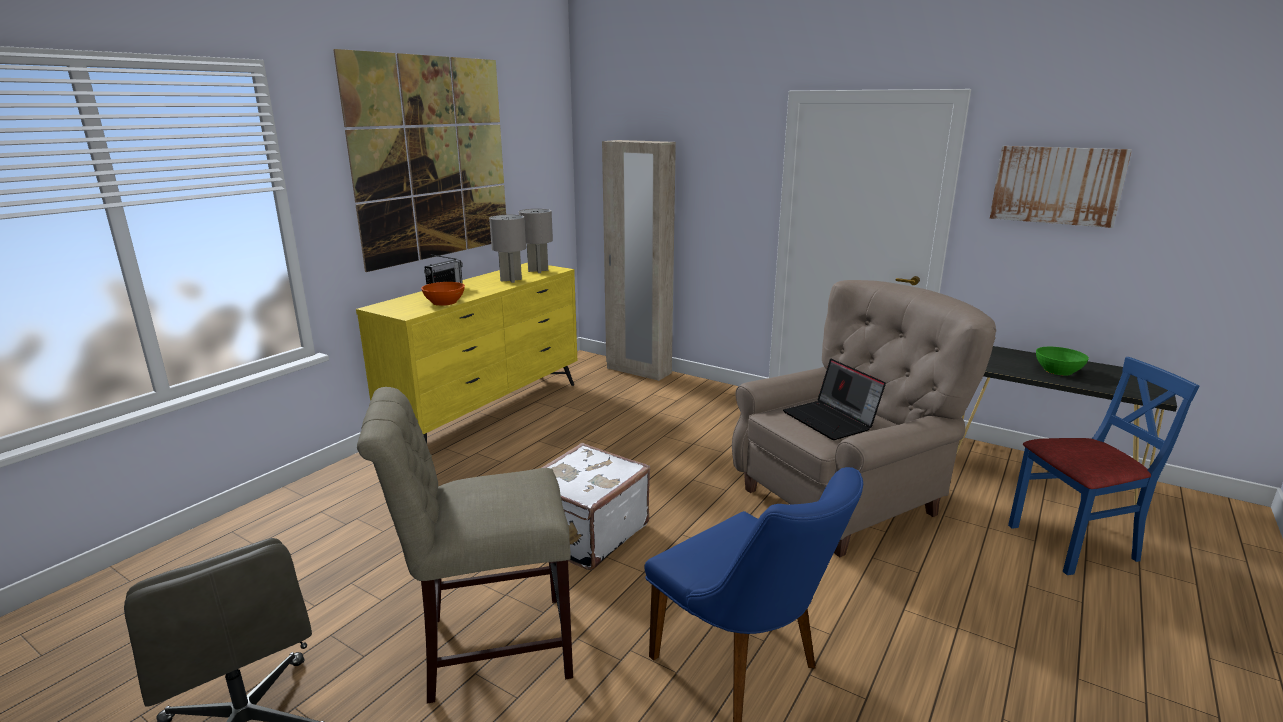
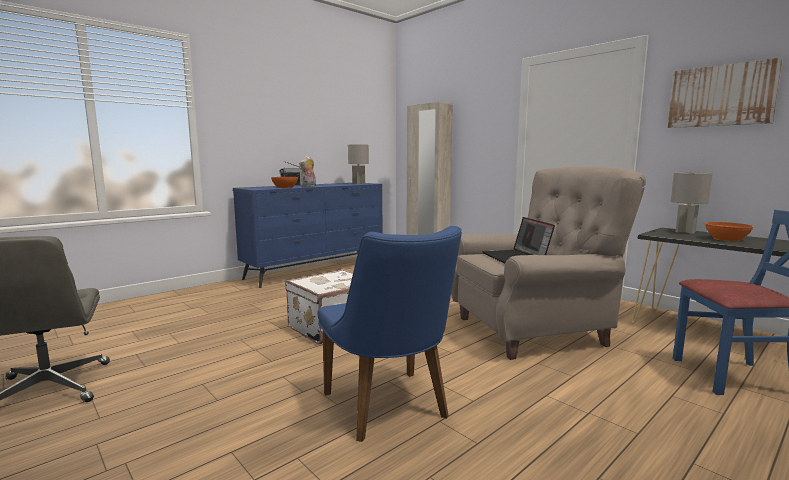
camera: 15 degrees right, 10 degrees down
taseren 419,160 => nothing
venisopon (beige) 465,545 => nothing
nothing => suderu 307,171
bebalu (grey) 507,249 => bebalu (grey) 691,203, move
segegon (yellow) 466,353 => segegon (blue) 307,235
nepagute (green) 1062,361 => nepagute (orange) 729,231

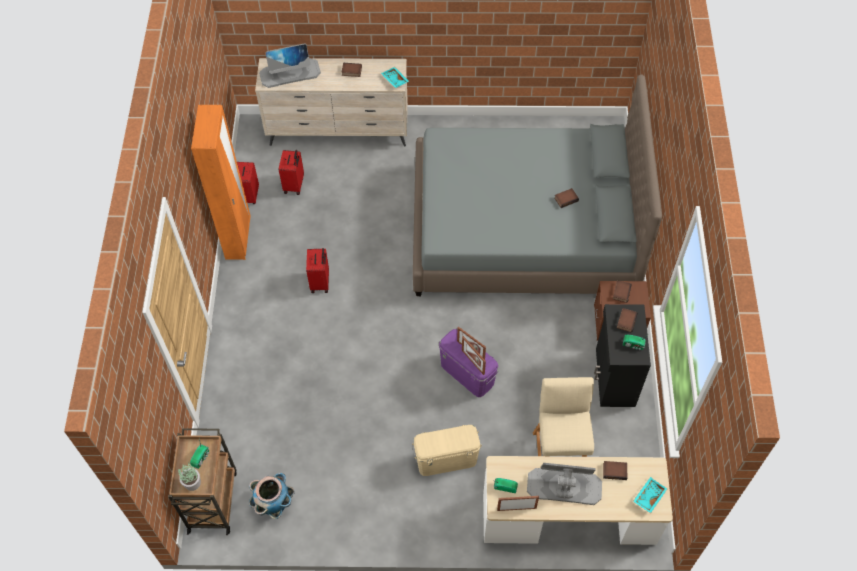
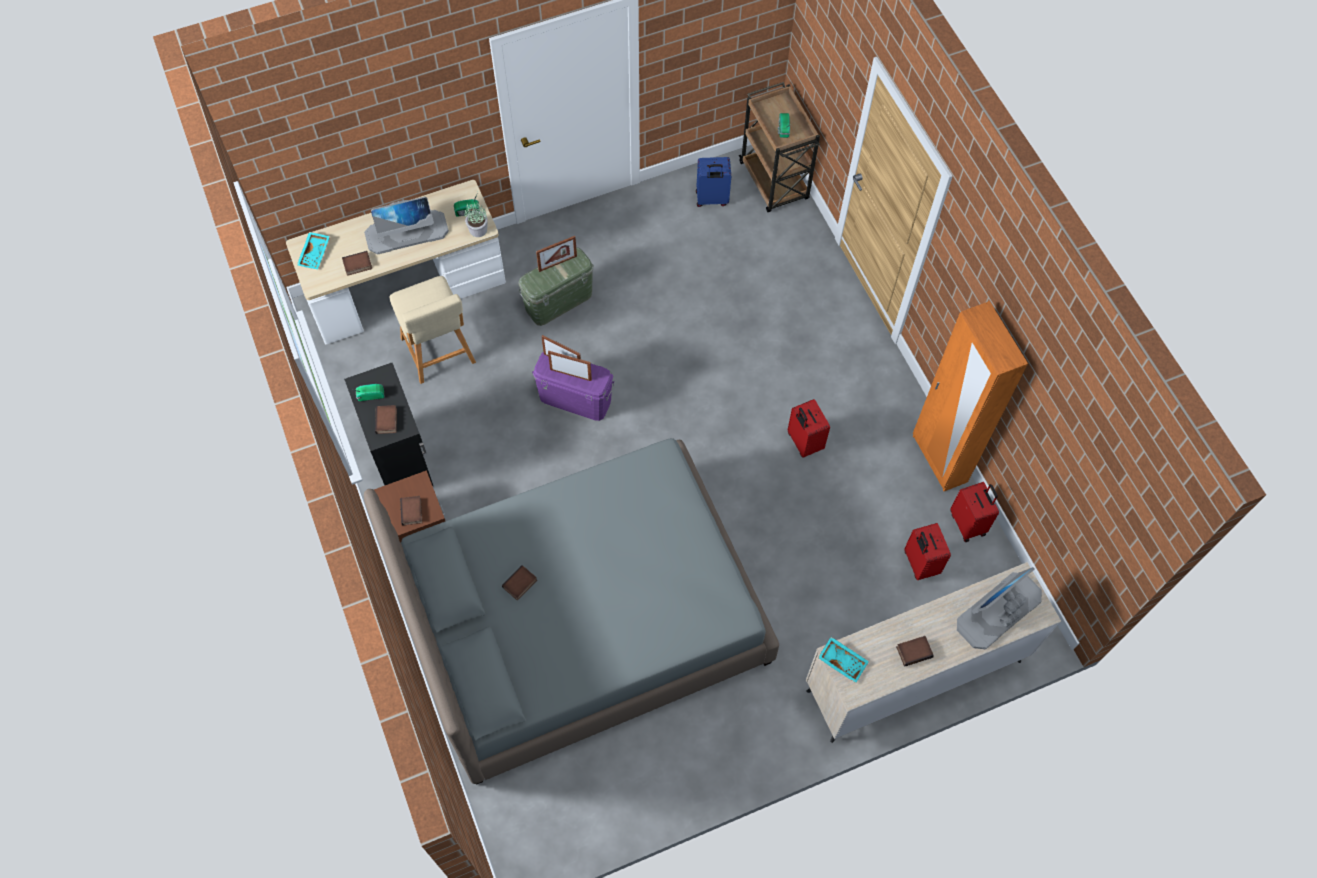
camera: 155 degrees right, 5 degrees up
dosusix 189,477 => dosusix 476,219, move
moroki 518,503 => moroki 556,254, move
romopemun 271,496 => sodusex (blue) 713,182
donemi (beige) 447,450 => donemi (green) 556,286

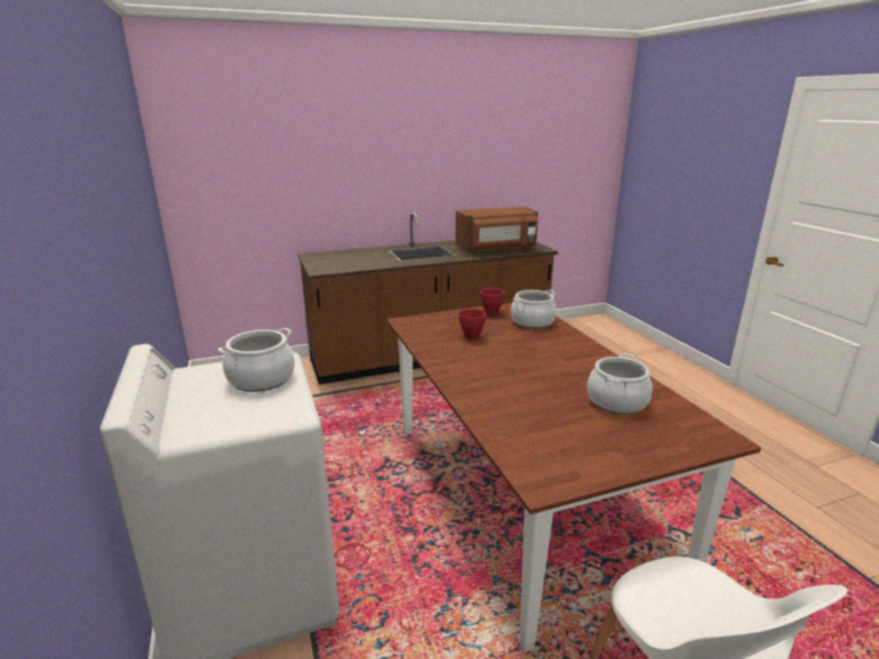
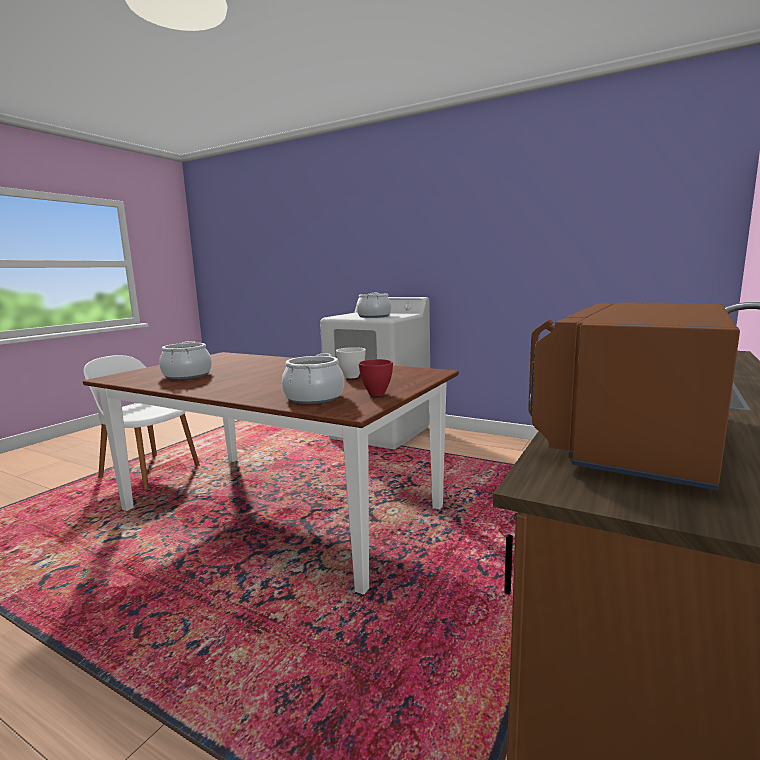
camera: 140 degrees right, 10 degrees down
nepagute (red) 472,324 => nepagute (white) 351,362

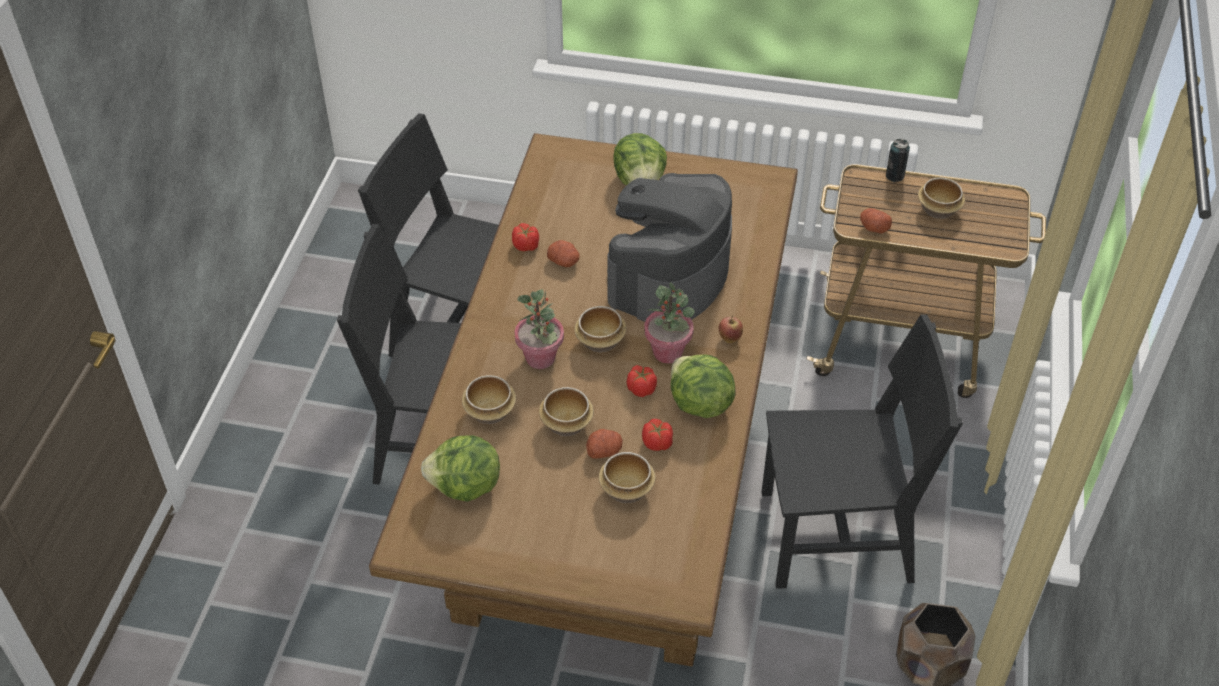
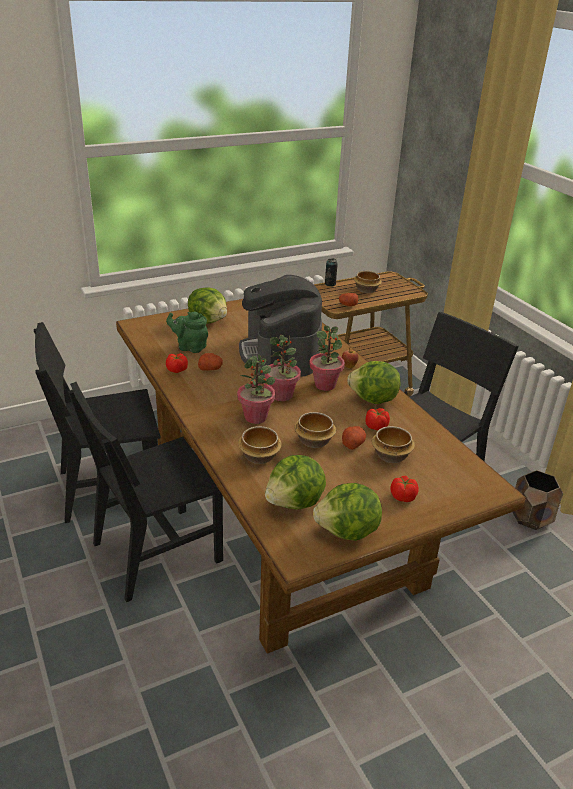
camera: 40 degrees left, 15 degrees down
nothing => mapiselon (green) 187,332
nothing => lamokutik 347,512
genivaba 642,381 => genivaba 404,489, move
nepagute 600,329 => dosusix 283,368

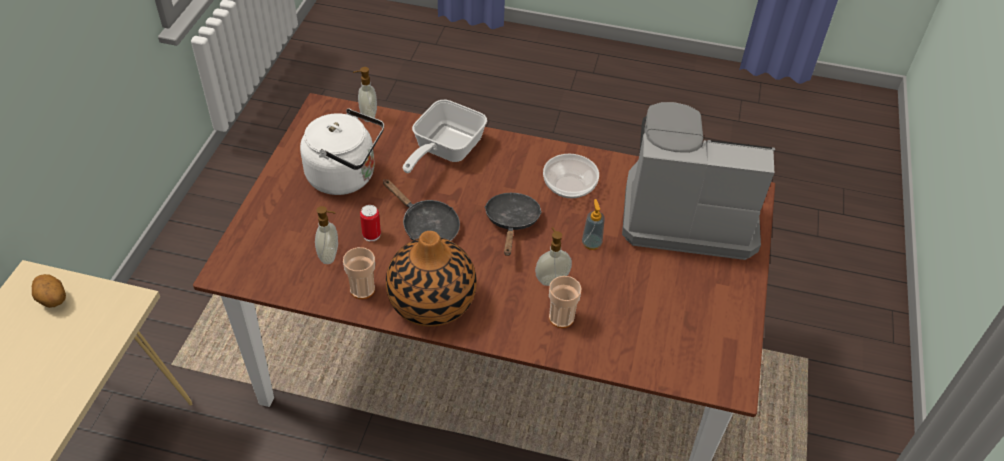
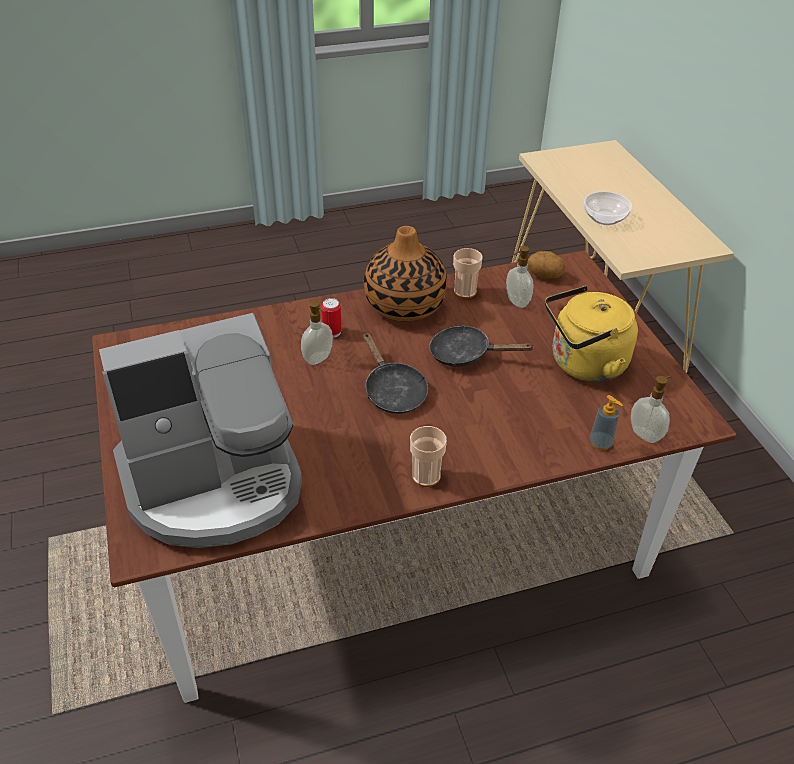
camera: 150 degrees right, 5 degrees down
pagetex 445,136 => nothing
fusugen 49,291 => fusugen 546,265, move
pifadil 370,223 => pifadil 331,318, move
nepagute 571,176 => nepagute 608,208, move
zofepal 565,302 => zofepal 428,456, move
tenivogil 593,224 => tenivogil 606,422, move
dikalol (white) 342,151 => dikalol (yellow) 591,333

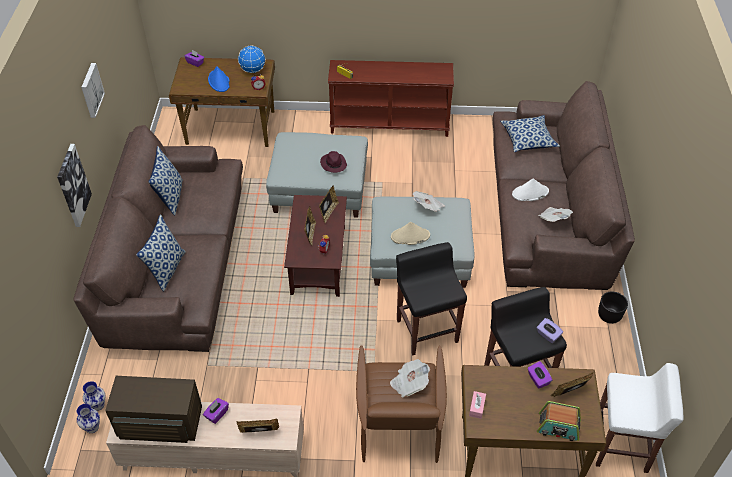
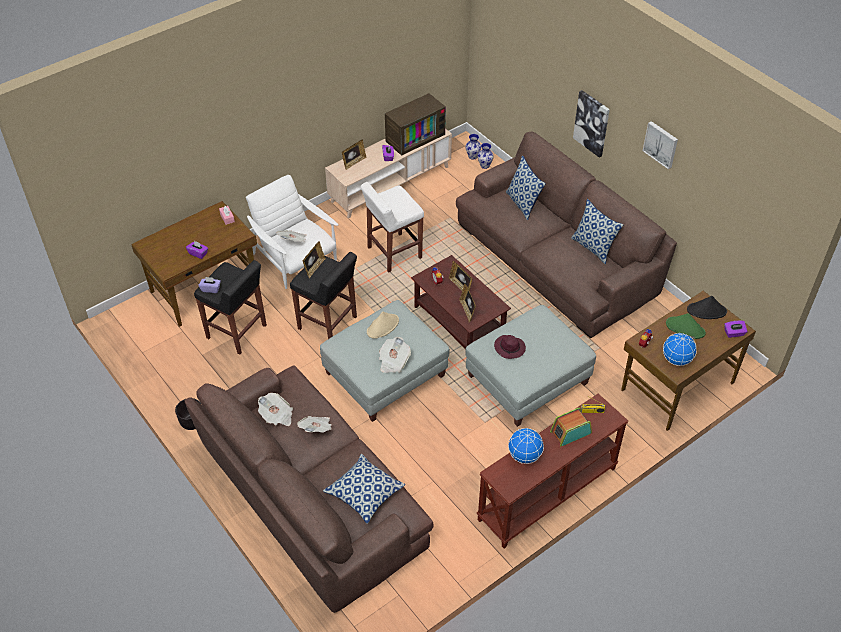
camera: 140 degrees right, 0 degrees up
nothing => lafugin 526,446
nothing => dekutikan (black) 707,307
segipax 559,421 => segipax 571,426, move
moroki 572,384 => moroki 314,259, move
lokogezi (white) 639,418 => lokogezi (white) 392,227, move
dekutikan (white) 530,189 => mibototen 314,424
dekutikan (blue) 219,79 => dekutikan (green) 686,326
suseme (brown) 401,404 => suseme (white) 292,232

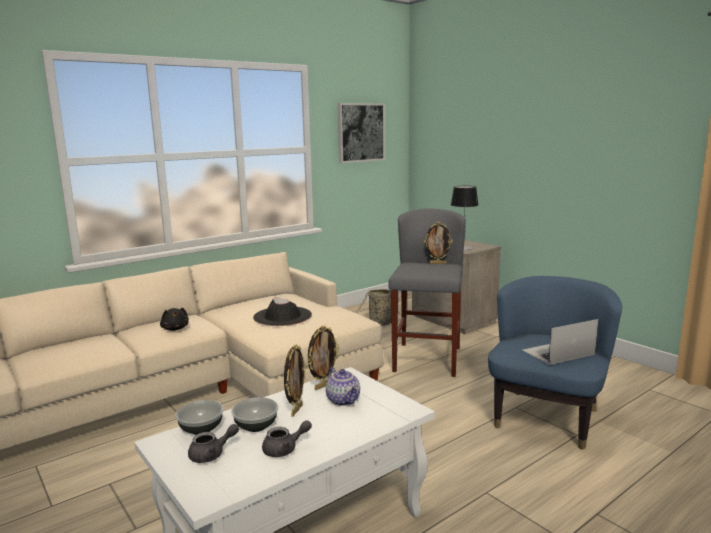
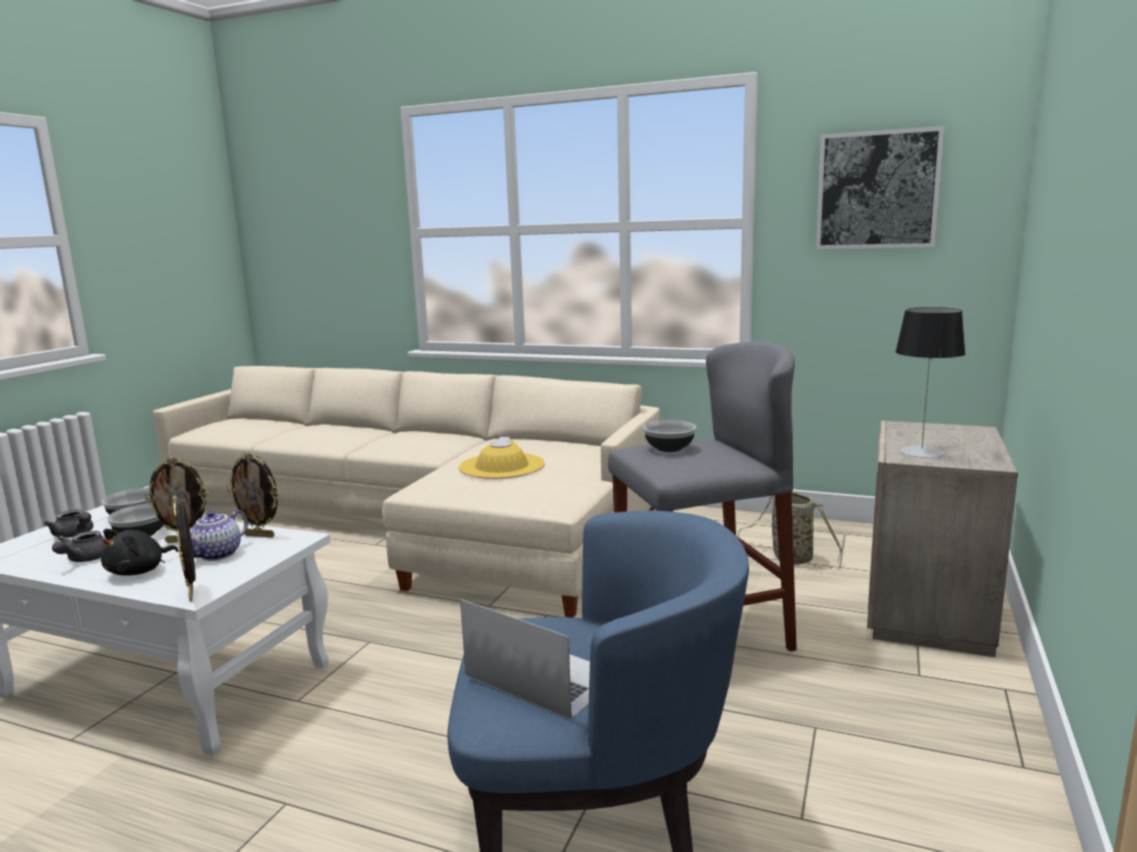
camera: 60 degrees right, 0 degrees up
nothing => nepagute 669,436
suderu (black) 174,319 => suderu (black) 140,552, move
moroki 438,243 => moroki 184,548, move
dekutikan (black) 282,311 => dekutikan (yellow) 502,458
mapiselon (grey) 287,438 => mapiselon (grey) 79,546, 60 degrees clockwise

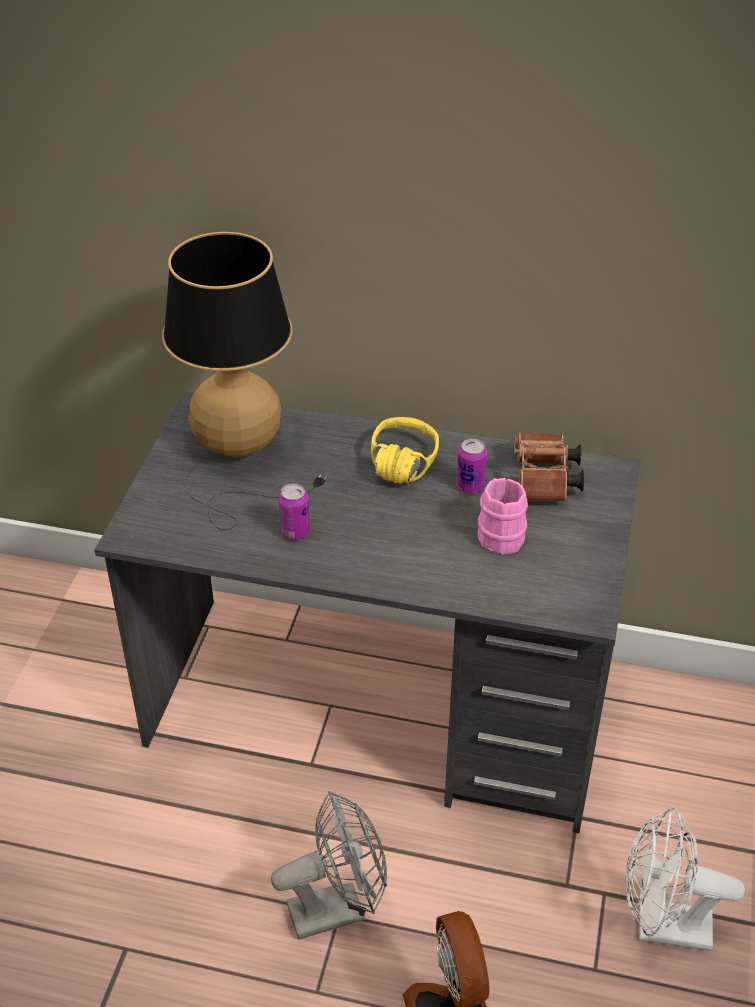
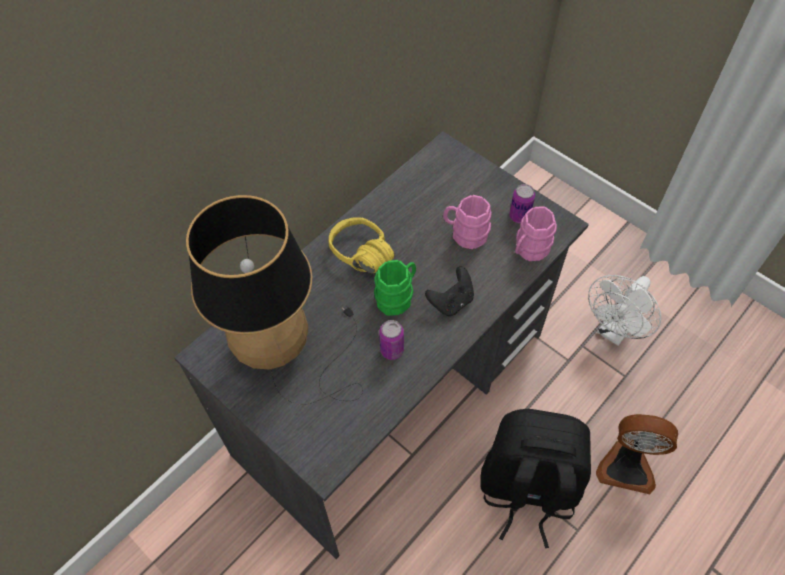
camera: 60 degrees left, 15 degrees up
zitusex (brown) 549,466 => nothing
nothing => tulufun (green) 395,288
nothing => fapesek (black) 449,291
nothing => tulufun (pink) 536,233
pifadil 472,466 => pifadil 522,204, move
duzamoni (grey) 329,865 => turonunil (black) 535,478

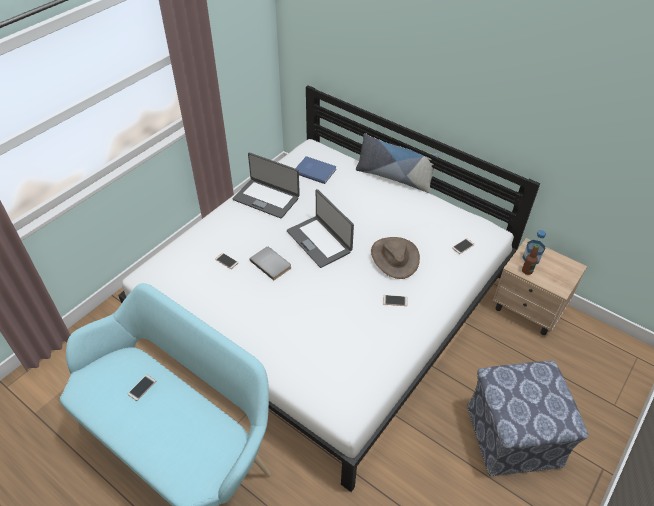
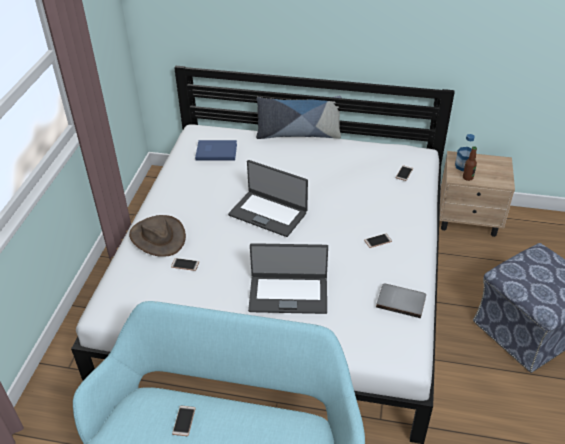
camera: 25 degrees left, 5 degrees down
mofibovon 266,186 => mofibovon 288,278, move
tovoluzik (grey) 270,263 => tovoluzik (grey) 401,300, move
dekutikan (brown) 395,258 => dekutikan (brown) 157,236, move

